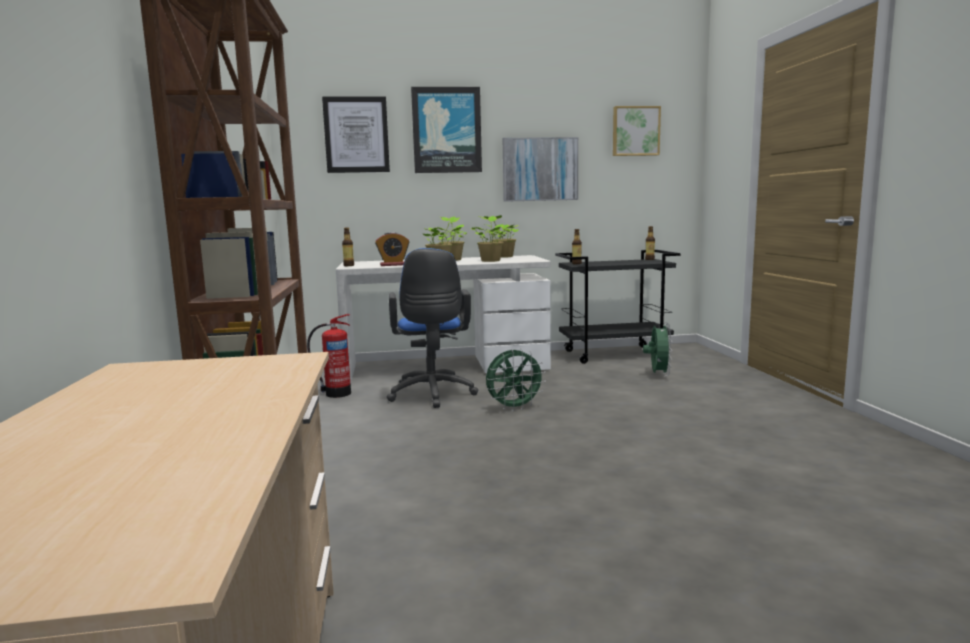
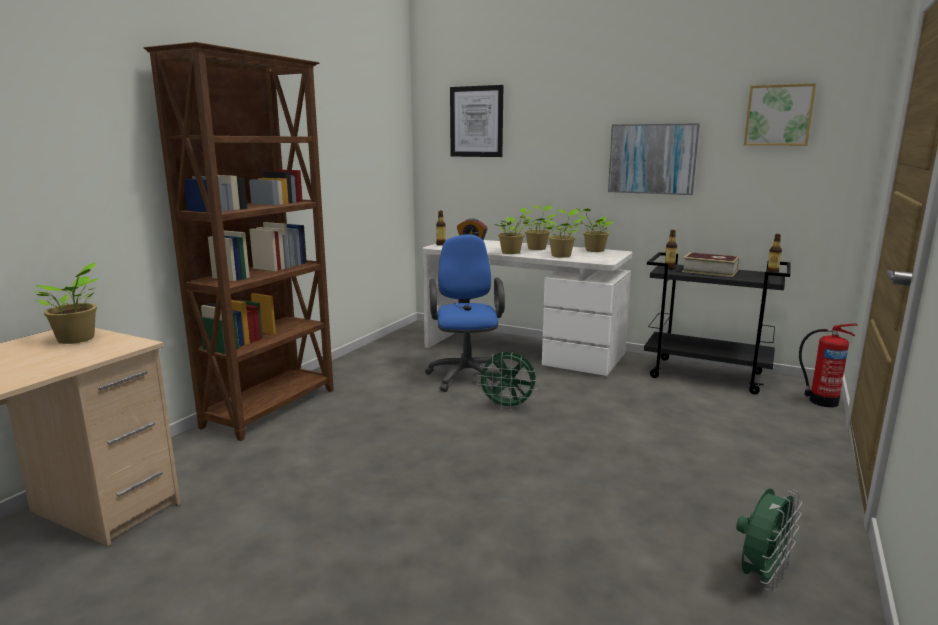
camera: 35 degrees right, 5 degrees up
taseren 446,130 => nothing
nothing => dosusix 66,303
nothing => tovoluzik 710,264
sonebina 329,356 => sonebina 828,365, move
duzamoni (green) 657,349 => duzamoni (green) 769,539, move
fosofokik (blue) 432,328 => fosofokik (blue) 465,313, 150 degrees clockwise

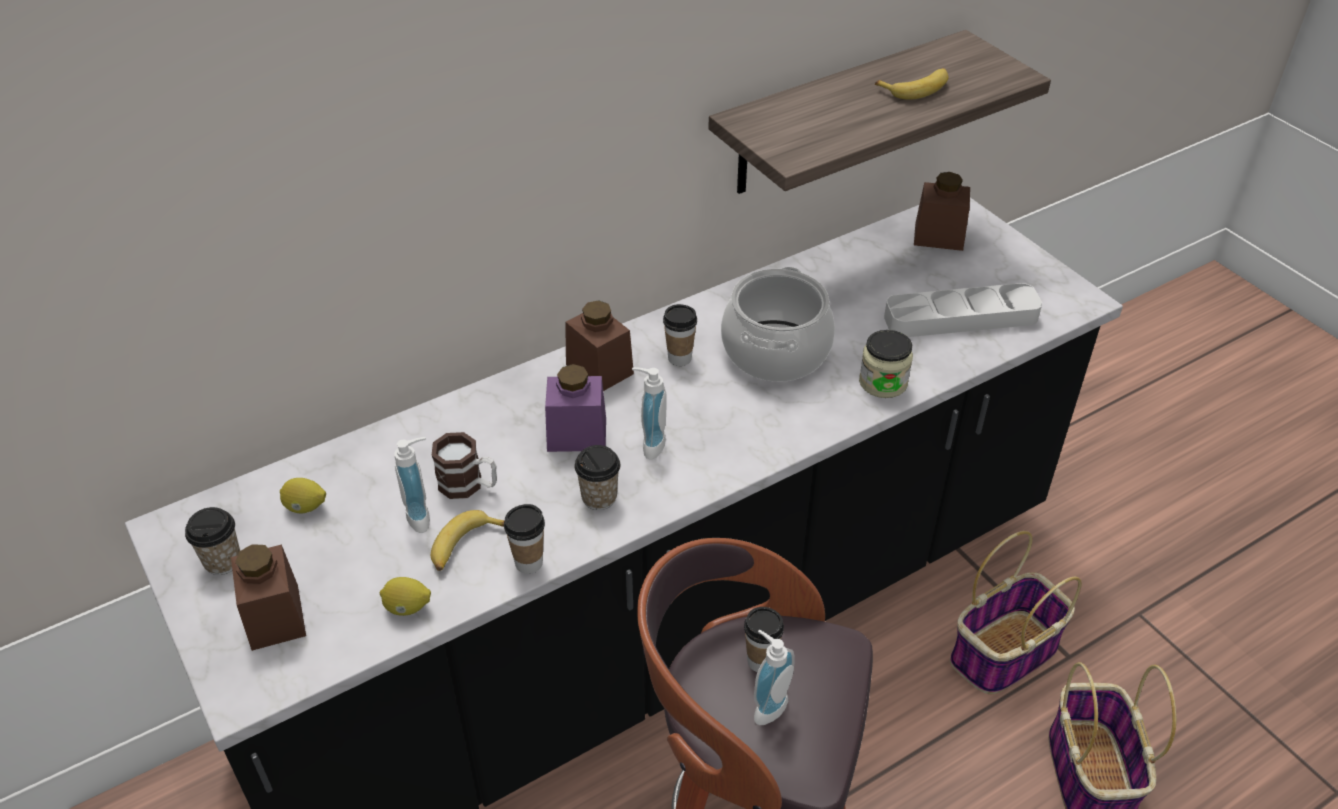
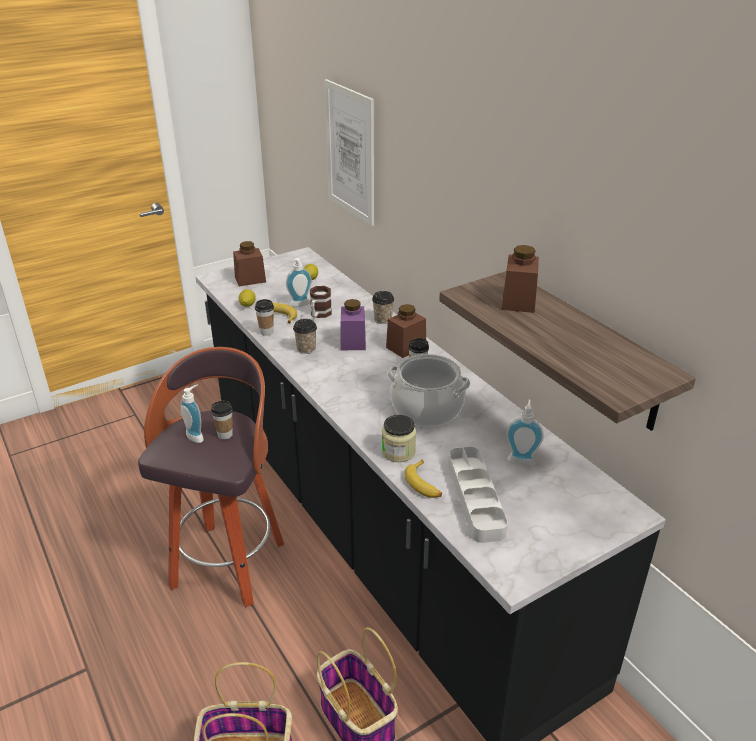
camera: 90 degrees right, 10 degrees down
nothing => taseren 349,152
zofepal 212,541 => zofepal 383,307, move
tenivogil 649,413 => tenivogil 525,433, move
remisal 911,84 => remisal 423,478, move
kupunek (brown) 942,211 => kupunek (brown) 520,279, move

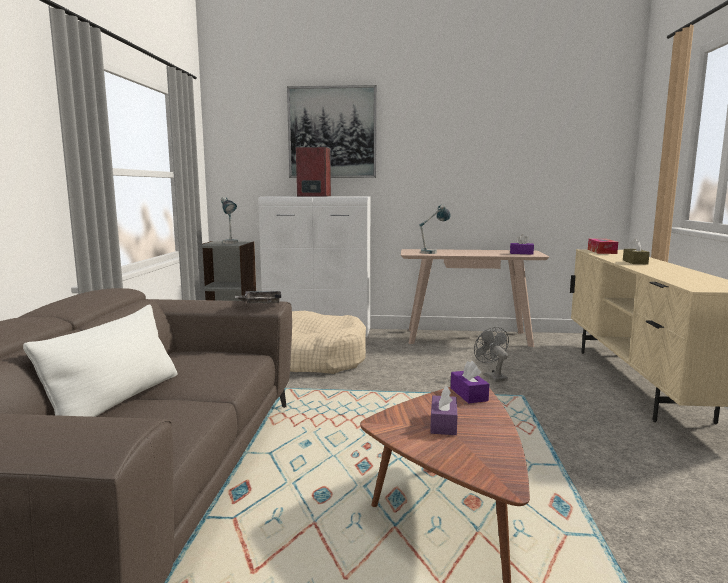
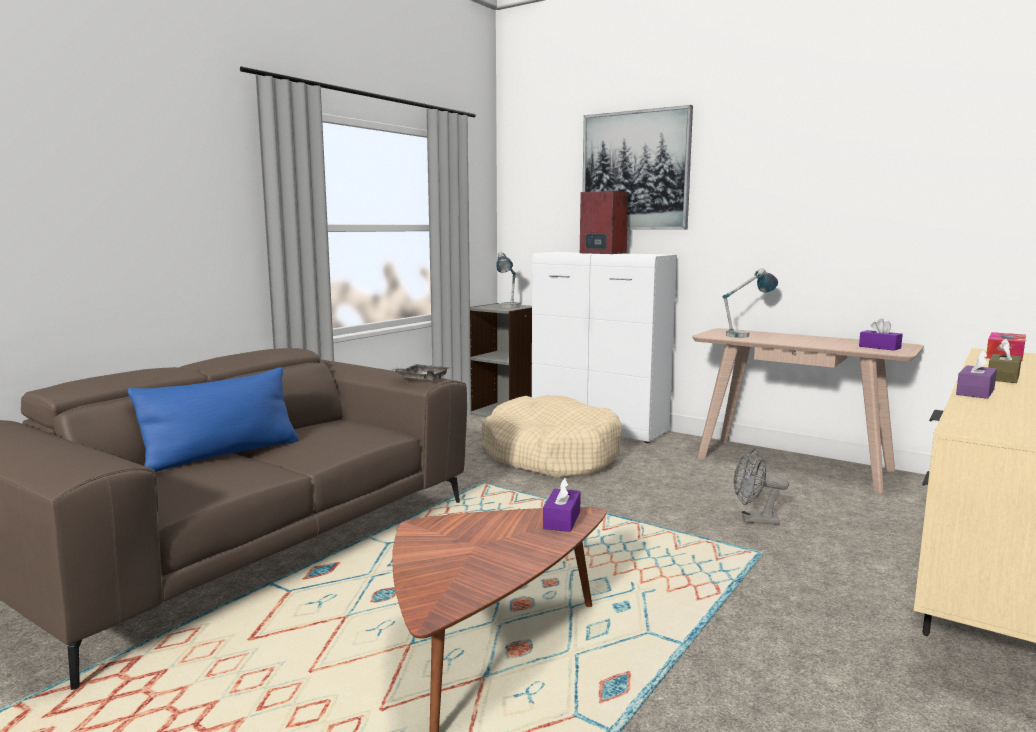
camera: 30 degrees right, 0 degrees up
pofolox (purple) 443,410 => pofolox (purple) 976,374, move
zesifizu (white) 100,360 => zesifizu (blue) 213,419
duzamoni (grey) 491,354 => duzamoni (grey) 761,487, 90 degrees counterclockwise

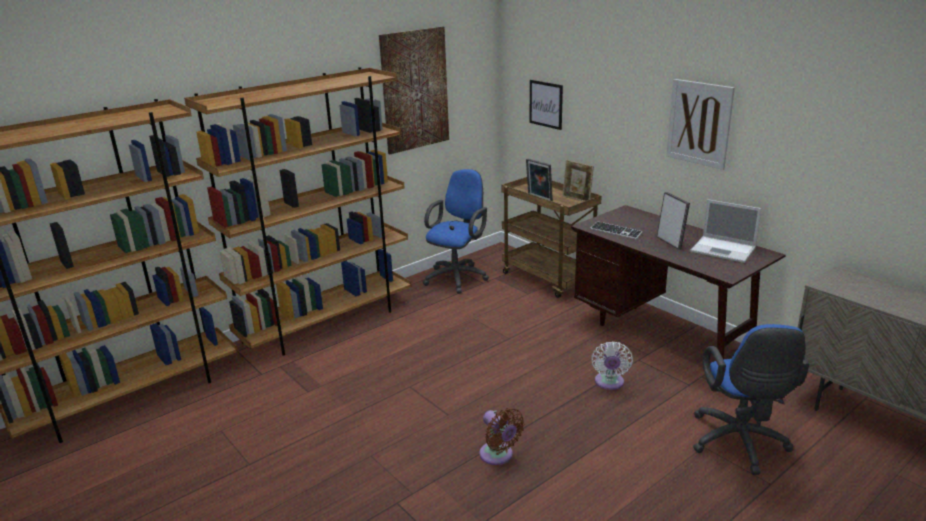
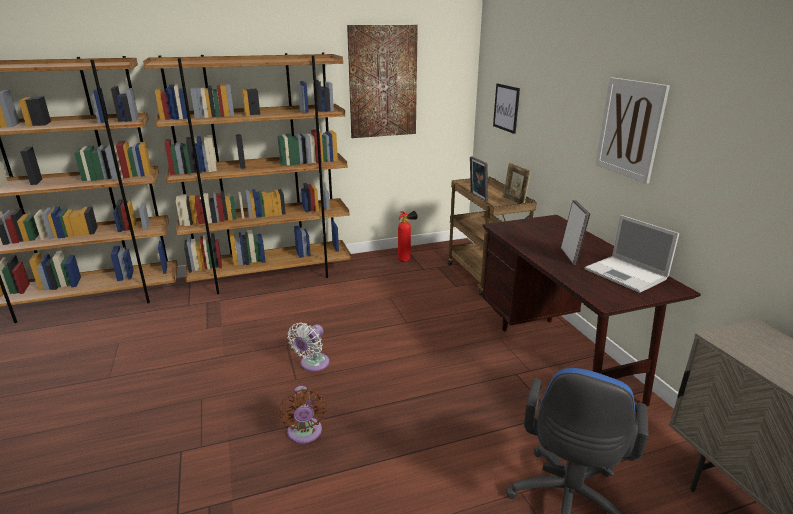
camera: 20 degrees right, 0 degrees up
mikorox 616,230 => nothing
duzamoni (white) 612,365 => duzamoni (white) 308,347, move
fosofokik (blue) 456,231 => sonebina 408,236

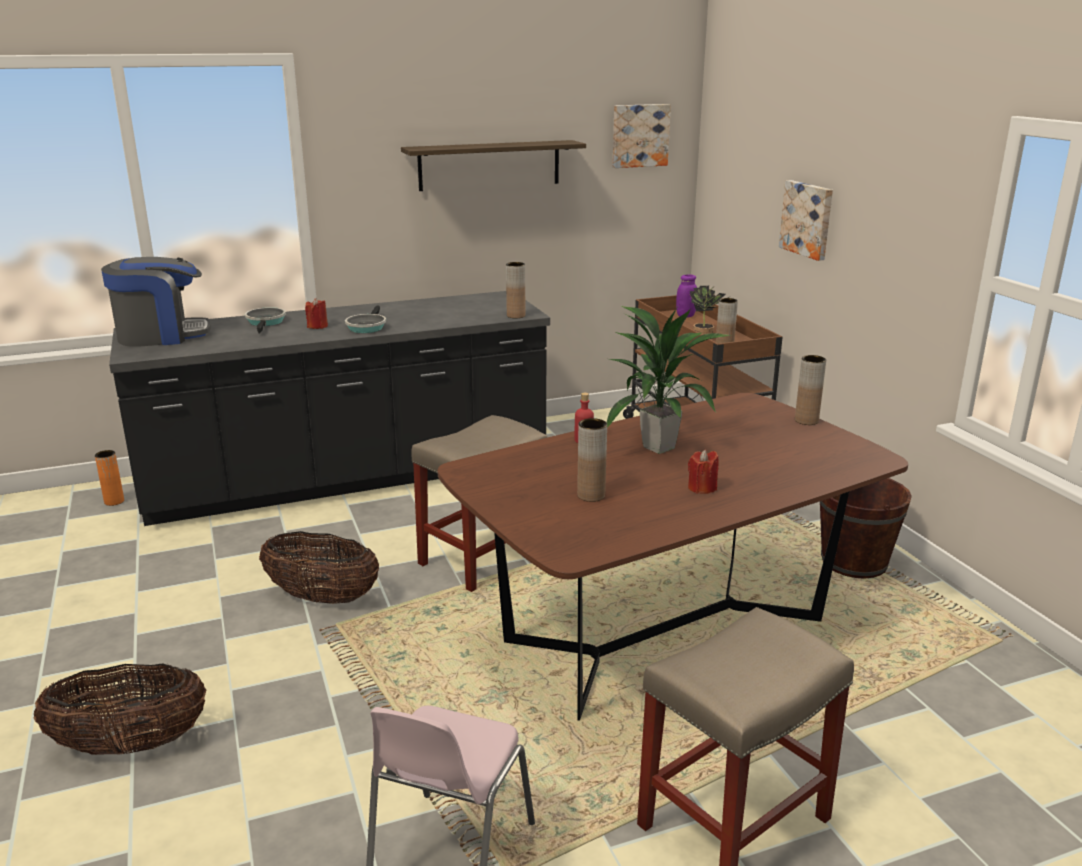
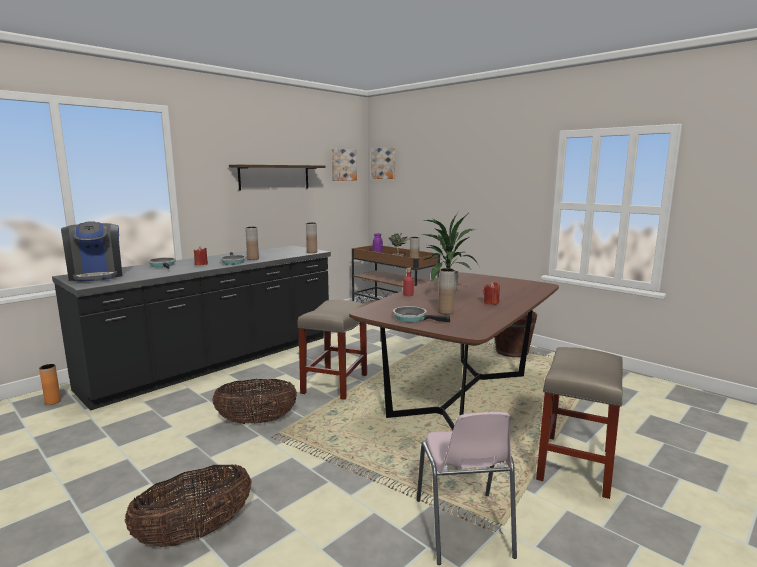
camera: 25 degrees left, 10 degrees down
nothing => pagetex 421,314
taseren 806,220 => taseren 383,163, move
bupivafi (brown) 810,390 => bupivafi (brown) 252,243, move
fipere 156,302 => fipere 91,251, 105 degrees clockwise

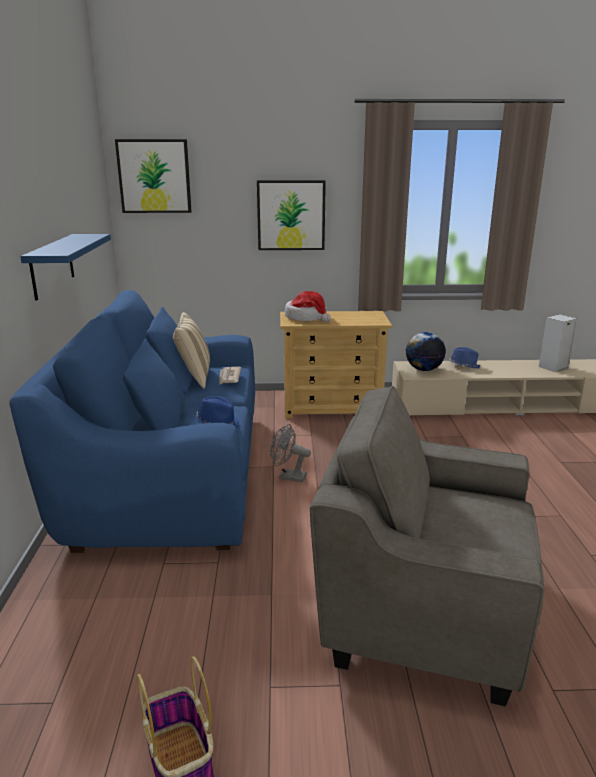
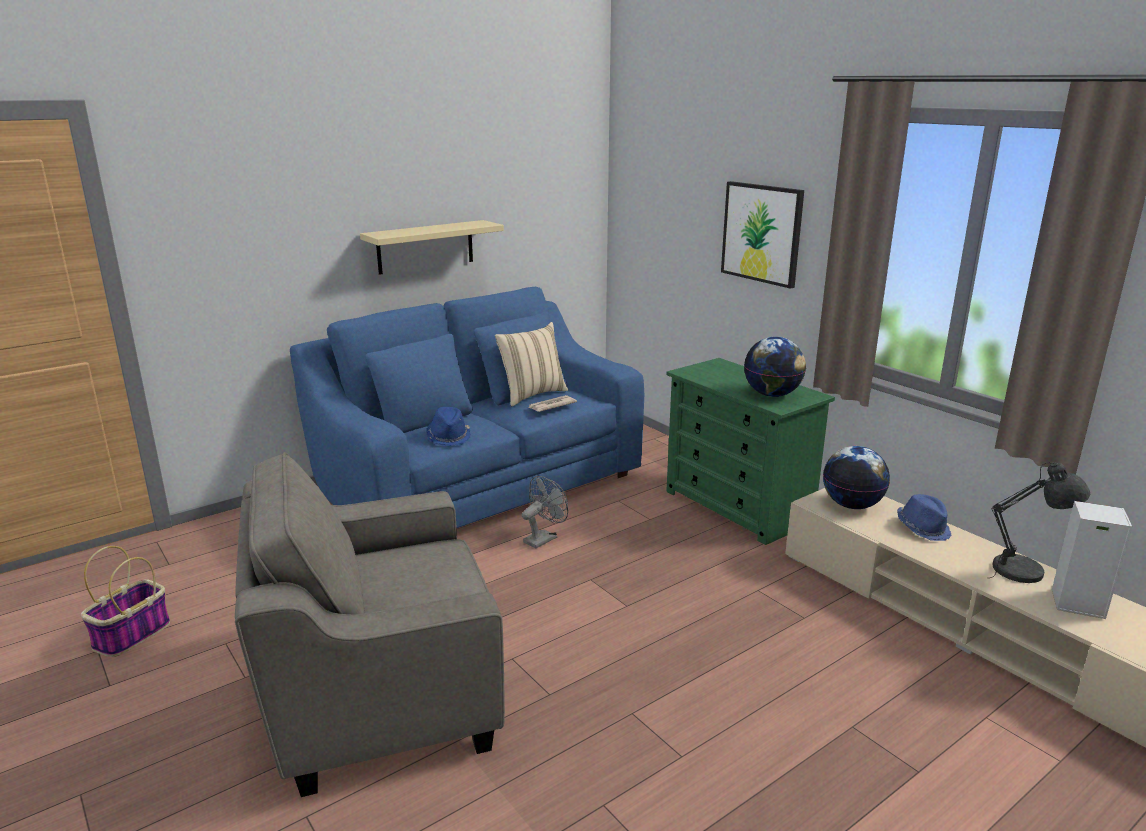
camera: 55 degrees right, 0 degrees up
taseren 153,176 => nothing
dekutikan 308,307 => nothing
nothing => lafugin 775,367
nothing => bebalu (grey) 1040,522
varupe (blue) 65,267 => varupe (beige) 432,247
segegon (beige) 336,365 => segegon (green) 750,451
duzamoni (grey) 290,453 => duzamoni (grey) 545,512, 60 degrees clockwise
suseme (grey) 427,546 => suseme (grey) 370,624, 90 degrees counterclockwise

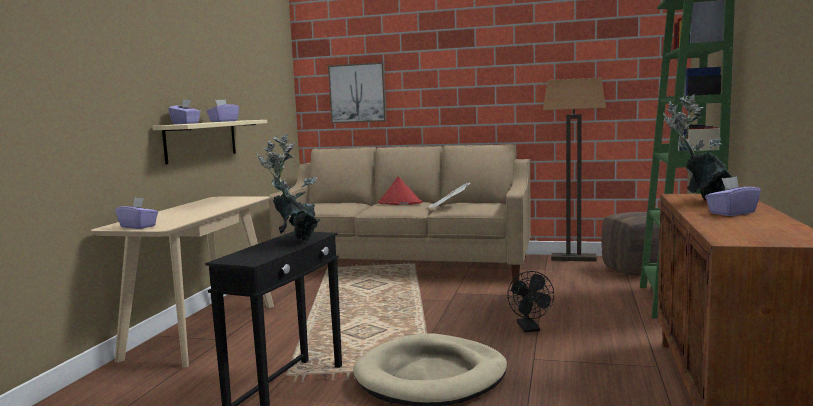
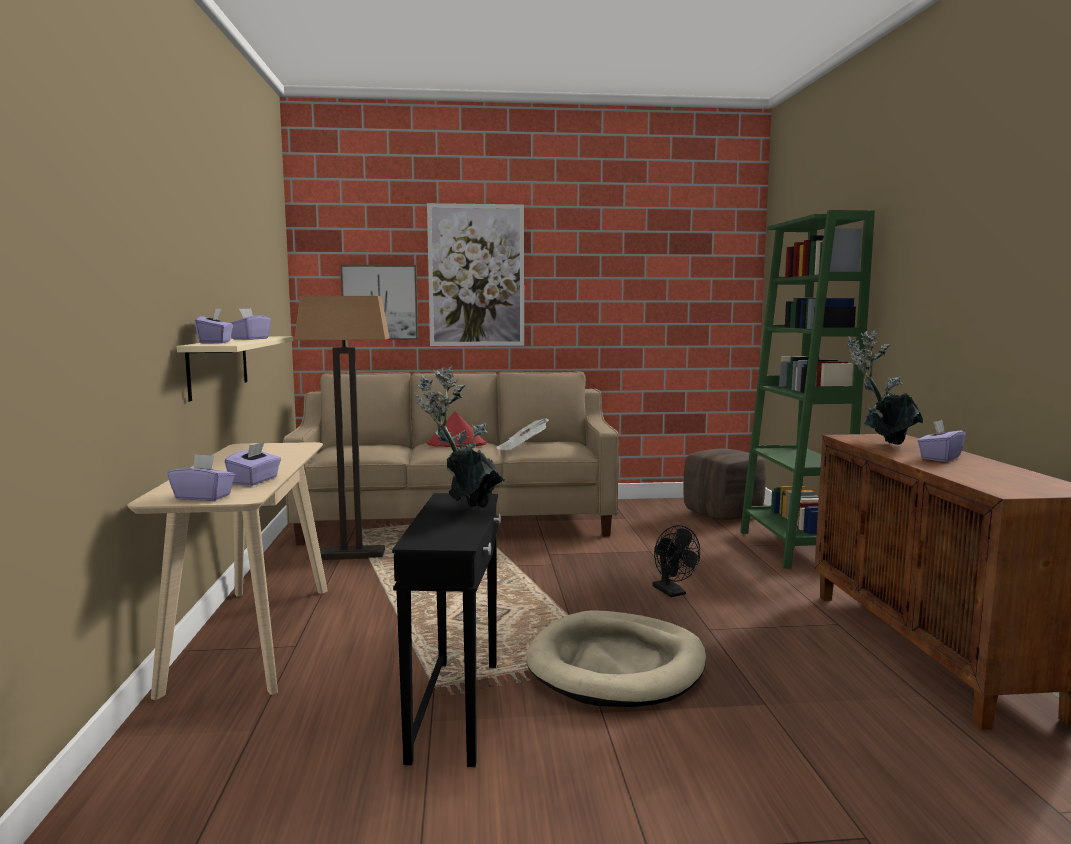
camera: 20 degrees left, 0 degrees up
nothing => pofolox (purple) 253,464
nothing => taseren 475,274
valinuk 574,170 => valinuk 342,427, move

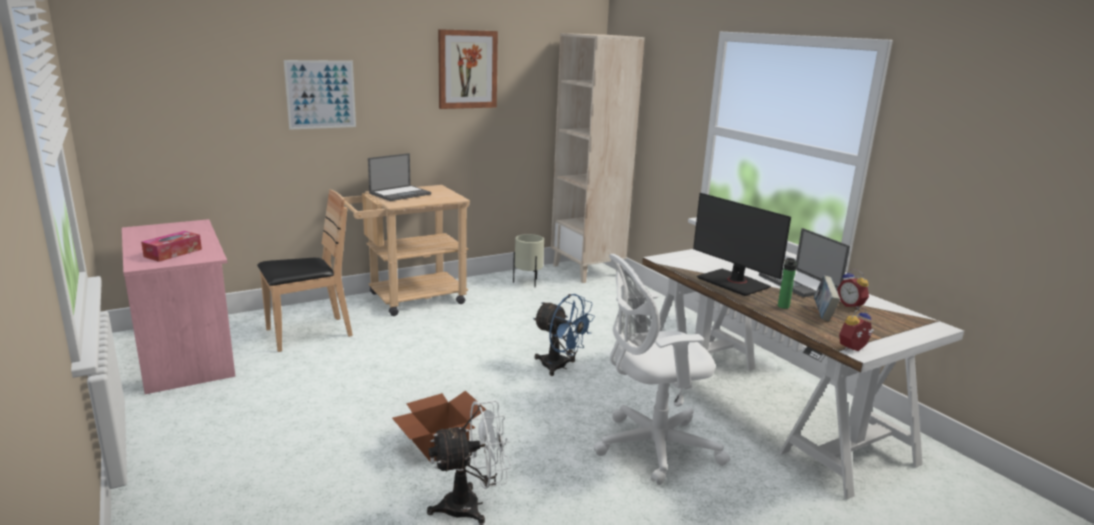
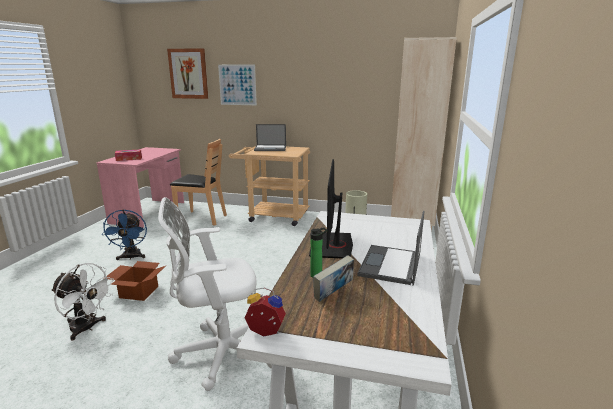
camera: 45 degrees right, 0 degrees up
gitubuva 853,289 => nothing
taseren 468,69 => taseren 187,73, move
duzamoni (blue) 564,335 => duzamoni (blue) 124,234, move
fosofokik (white) 661,369 => fosofokik (white) 215,294, 45 degrees counterclockwise

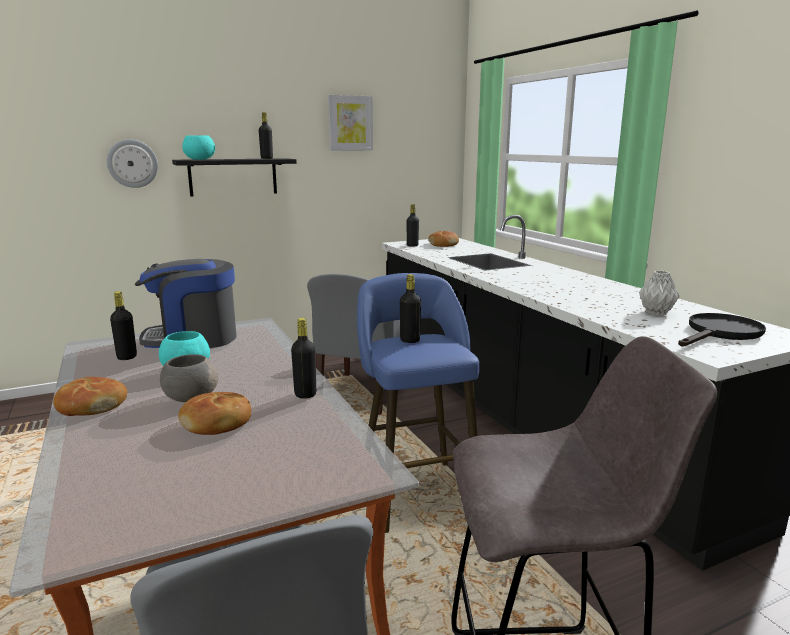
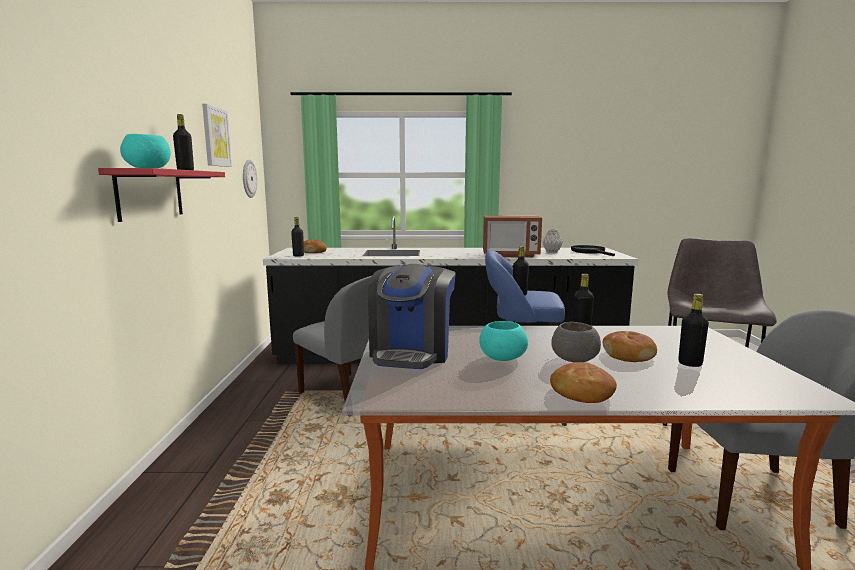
camera: 65 degrees left, 5 degrees down
nothing => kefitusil 512,236
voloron 132,163 => voloron 250,179, move
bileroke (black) 123,325 => bileroke (black) 693,330, move
varupe (black) 234,177 => varupe (red) 161,195

